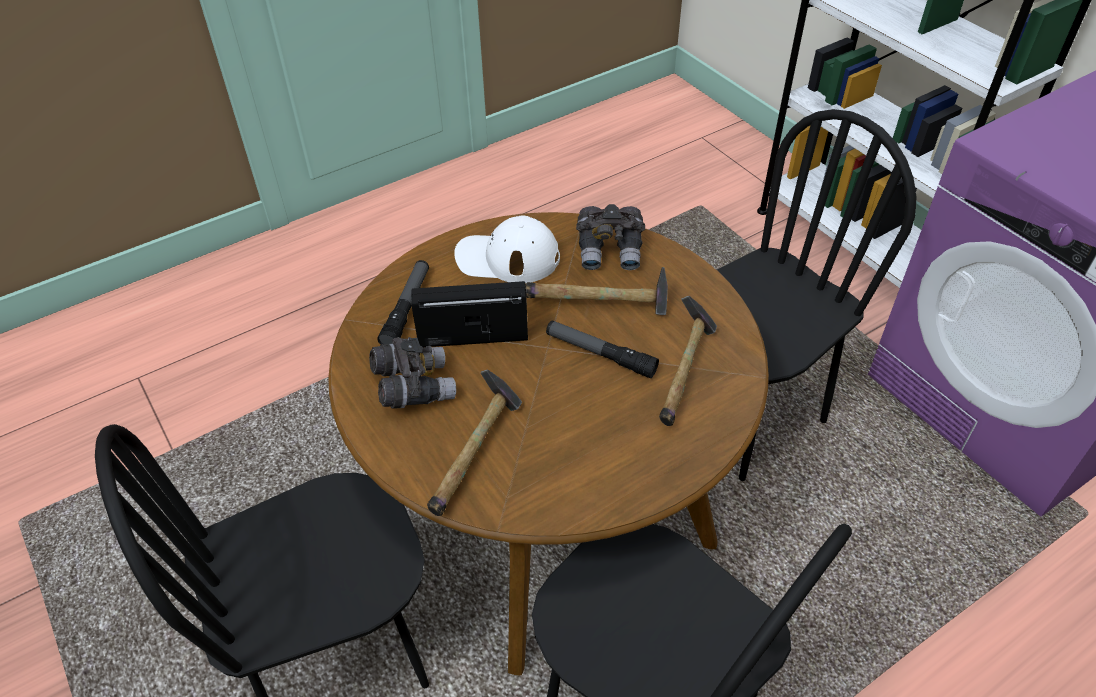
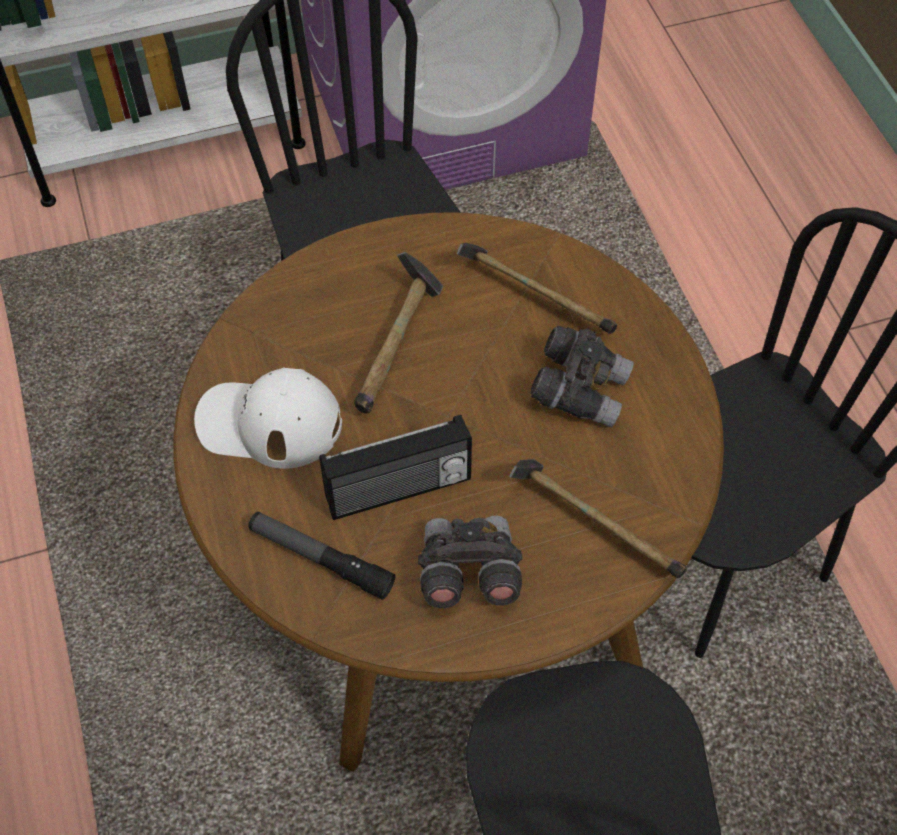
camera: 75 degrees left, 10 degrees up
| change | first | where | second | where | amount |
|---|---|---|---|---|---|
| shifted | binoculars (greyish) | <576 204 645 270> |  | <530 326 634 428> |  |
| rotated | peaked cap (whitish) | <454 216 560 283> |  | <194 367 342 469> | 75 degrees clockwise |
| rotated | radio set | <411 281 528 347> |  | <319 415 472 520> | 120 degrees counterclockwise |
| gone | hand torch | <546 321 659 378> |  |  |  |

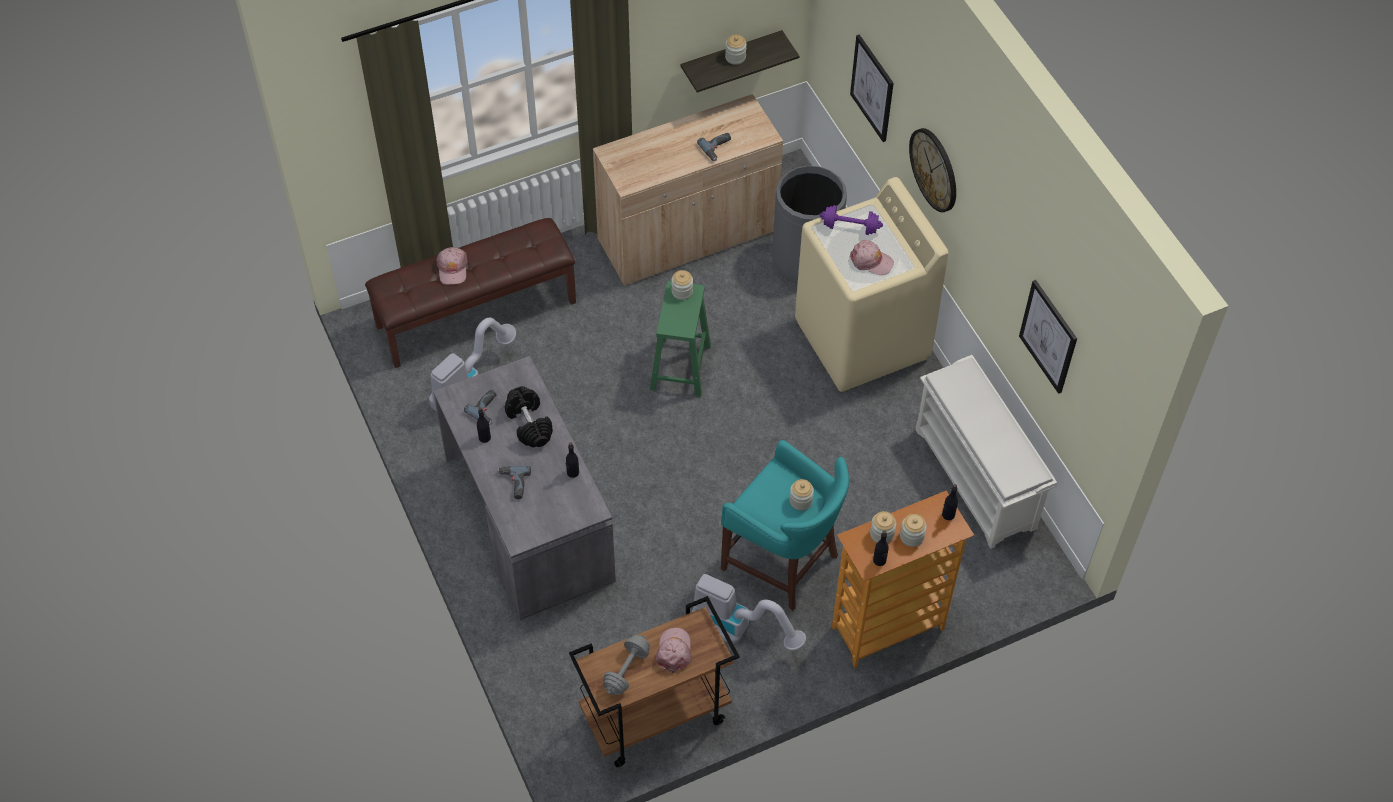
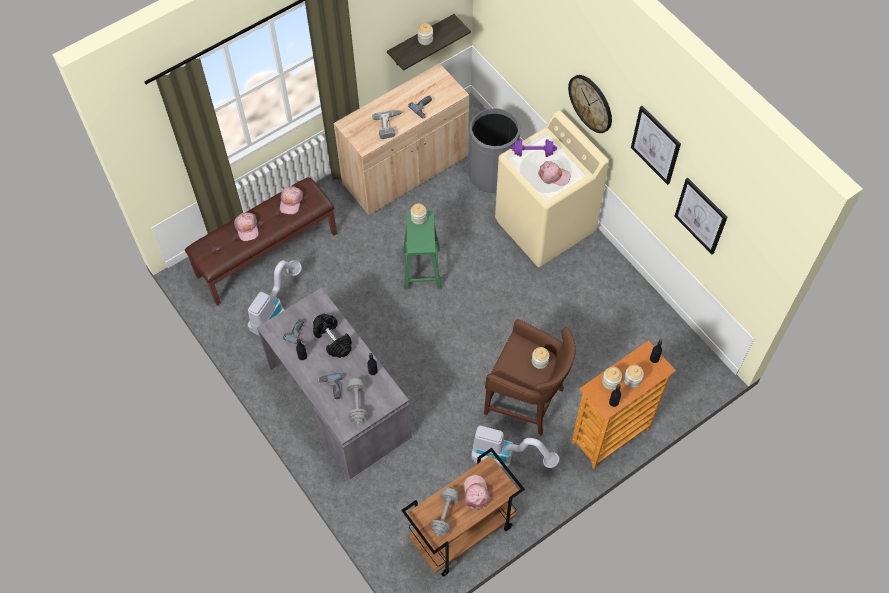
camera: 10 degrees left, 5 degrees up
| change | first | where | second | where | amount |
|---|---|---|---|---|---|
| shifted | wall art | <850 34 894 142> |  | <631 106 681 185> |  |
| gone | shoe stand (whitish) | <915 355 1057 549> |  |  |  |
| repainted | stool seat (turquoise) | <721 440 849 611> | stool seat (brown-coloured) | <484 319 576 436> |  |
| new |  |  | electric drill | <372 110 402 139> |  |
| new |  |  | peaked cap (pinkish) | <280 186 303 214> |  |
| new |  |  | hand weight (greyish) | <347 377 368 424> |  |

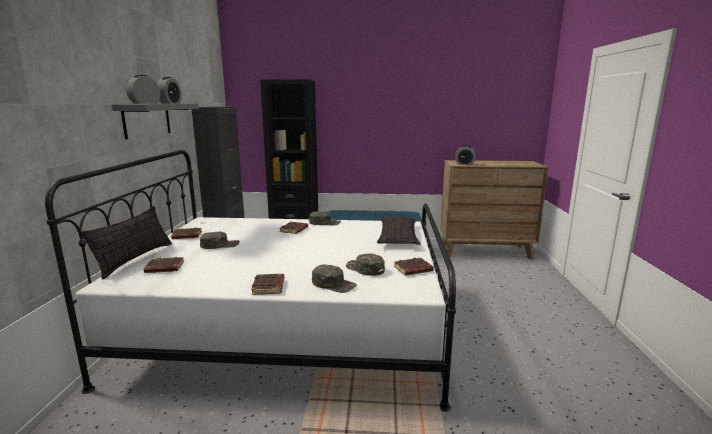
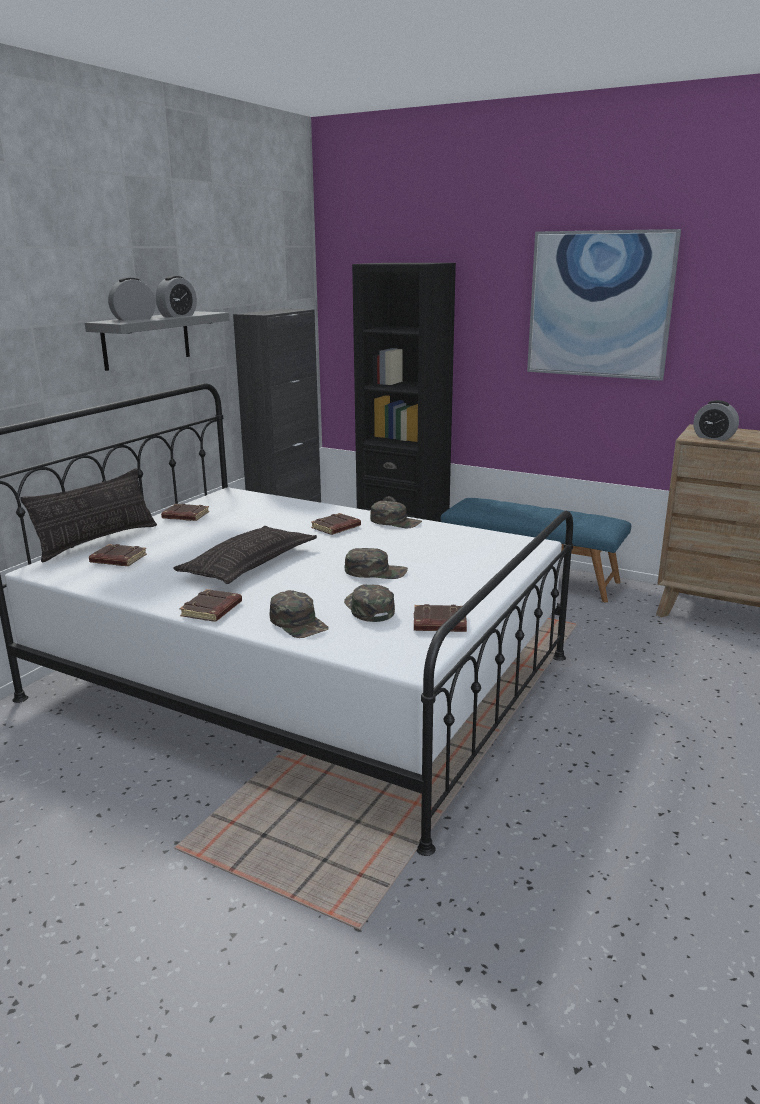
camera: 25 degrees right, 5 degrees up
| change | first | where | second | where | amount |
|---|---|---|---|---|---|
| shifted | pillow | <377 217 420 245> |  | <173 526 317 584> |  |
| shifted | peaked cap (greenish) | <200 232 240 249> |  | <345 548 408 579> |  |
| new |  |  | wall art | <527 229 681 381> |  |

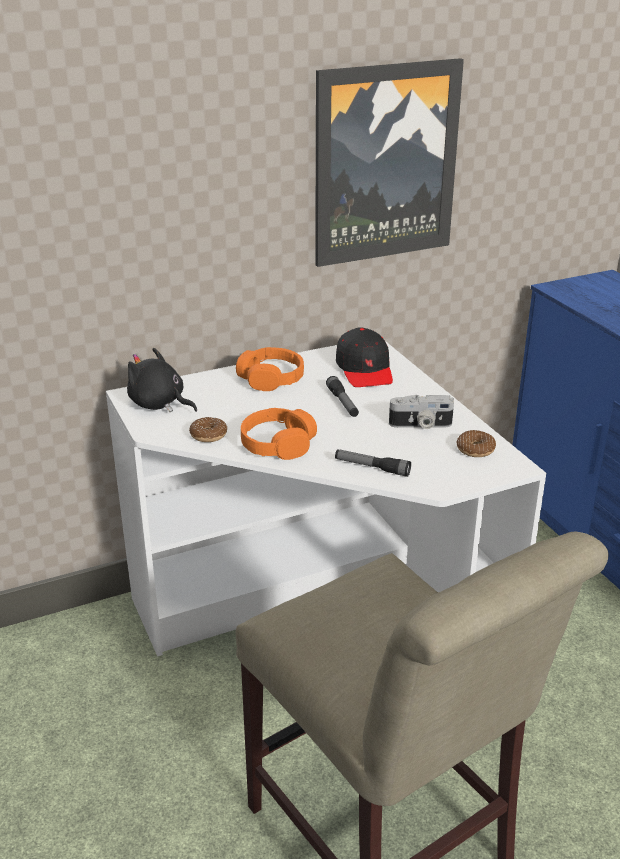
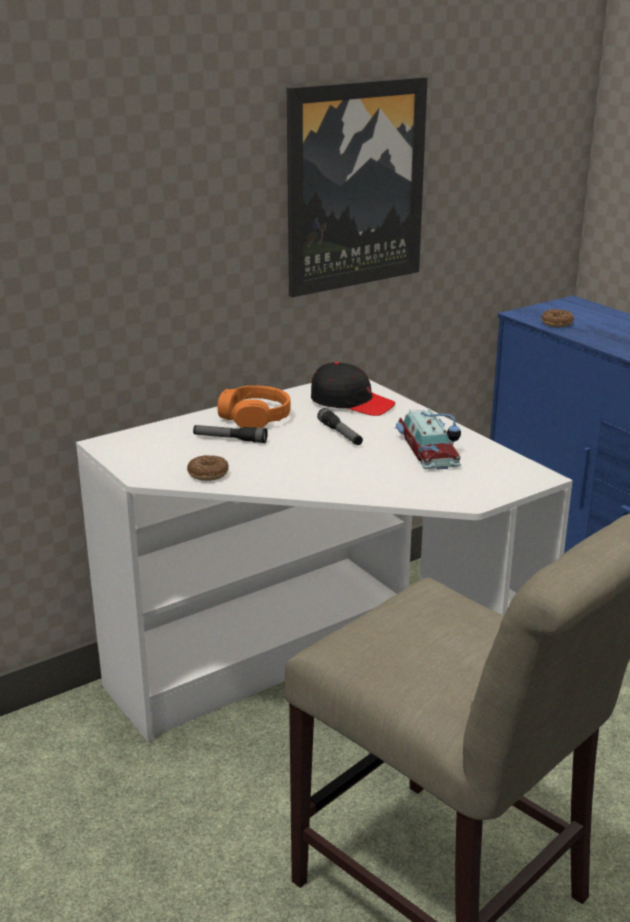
camera: 10 degrees left, 5 degrees down
| change | first | where | second | where | amount |
|---|---|---|---|---|---|
| rotated | peaked cap (blackish) | <336 327 393 387> |  | <311 362 395 416> | 45 degrees counterclockwise |
| gone | plush toy (blackish) | <127 348 197 412> |  |  |  |
| swapped | still camera | <389 395 454 429> | toy car | <394 408 461 470> |  |
| gone | headphones (orangey) | <241 408 317 460> |  |  |  |
| shifted | doughnut | <456 430 496 457> |  | <541 309 574 327> |  |
| shifted | hand torch | <335 449 411 477> |  | <193 425 268 443> |  |

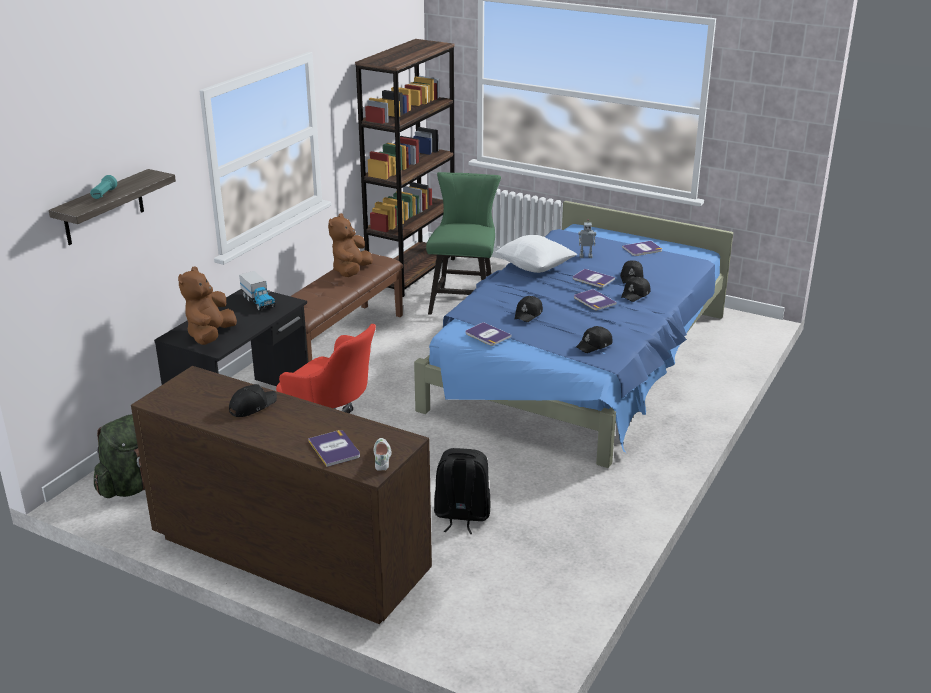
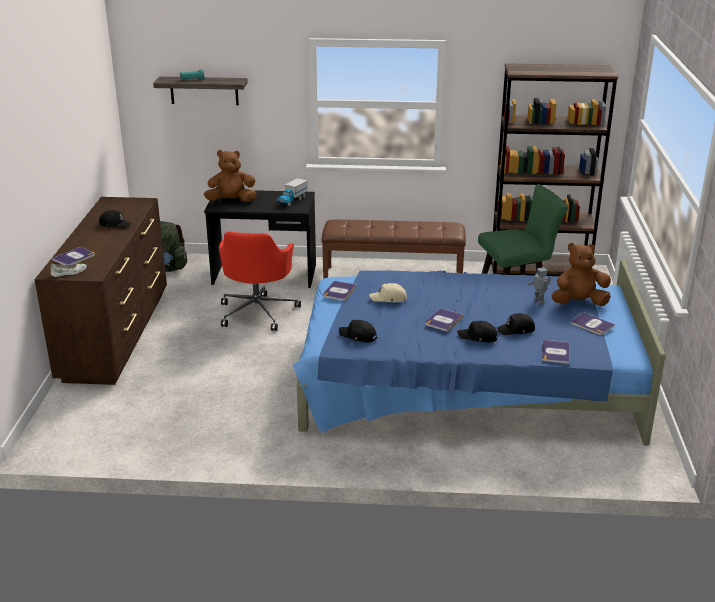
camera: 65 degrees right, 0 degrees up
| change | first | where | second | where | amount |
|---|---|---|---|---|---|
| shifted | plush toy (brown-coloured) | <328 213 373 277> |  | <552 243 611 306> |  |
| gone | pillow (whitish) | <496 235 577 273> |  |  |  |
| shifted | volume | <573 269 615 288> |  | <542 340 570 364> |  |
| repainted | peaked cap (blackish) | <515 296 543 322> | peaked cap (sand-coloured) | <369 283 407 302> |  |
| gone | rucksack (blackish) | <434 448 490 534> |  |  |  |

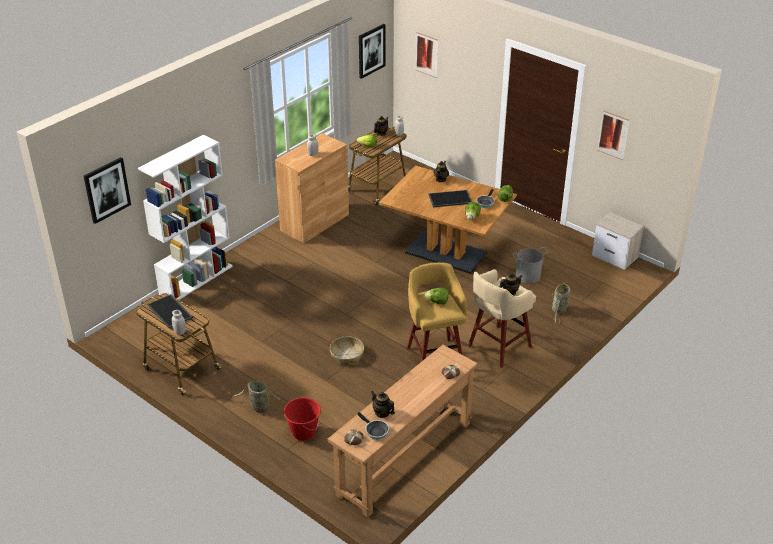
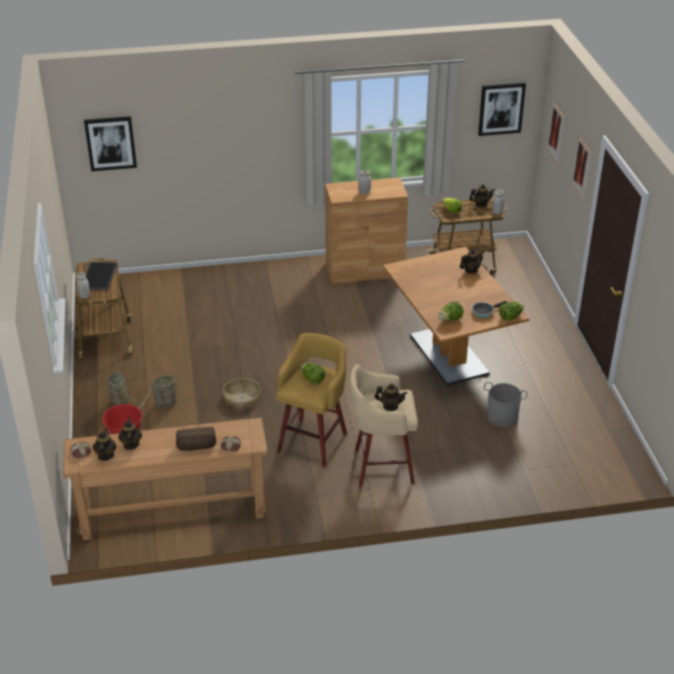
camera: 40 degrees right, 0 degrees up
| change | first | where | second | where | amount |
|---|---|---|---|---|---|
| shifted | wall art | <597 110 630 160> |  | <572 137 592 200> |  |
| gone | bookcase (whitish) | <138 135 233 300> |  |  |  |
| gone | serving tray | <428 190 472 207> |  |  |  |
| gone | night table | <592 212 644 270> |  |  |  |
| shifted | basket | <551 282 571 324> |  | <139 375 186 415> |  |
| swapped | frying pan | <357 412 389 439> | tea pot | <93 428 117 461> |  |
| new |  |  | bread | <176 426 216 451> |  |

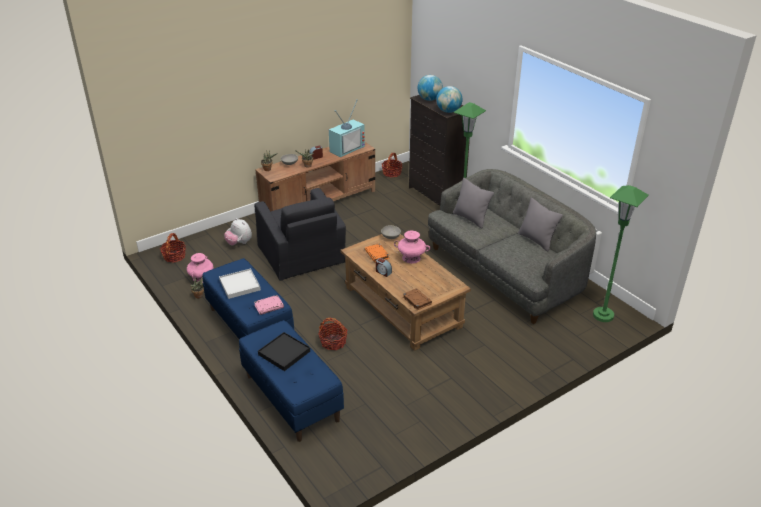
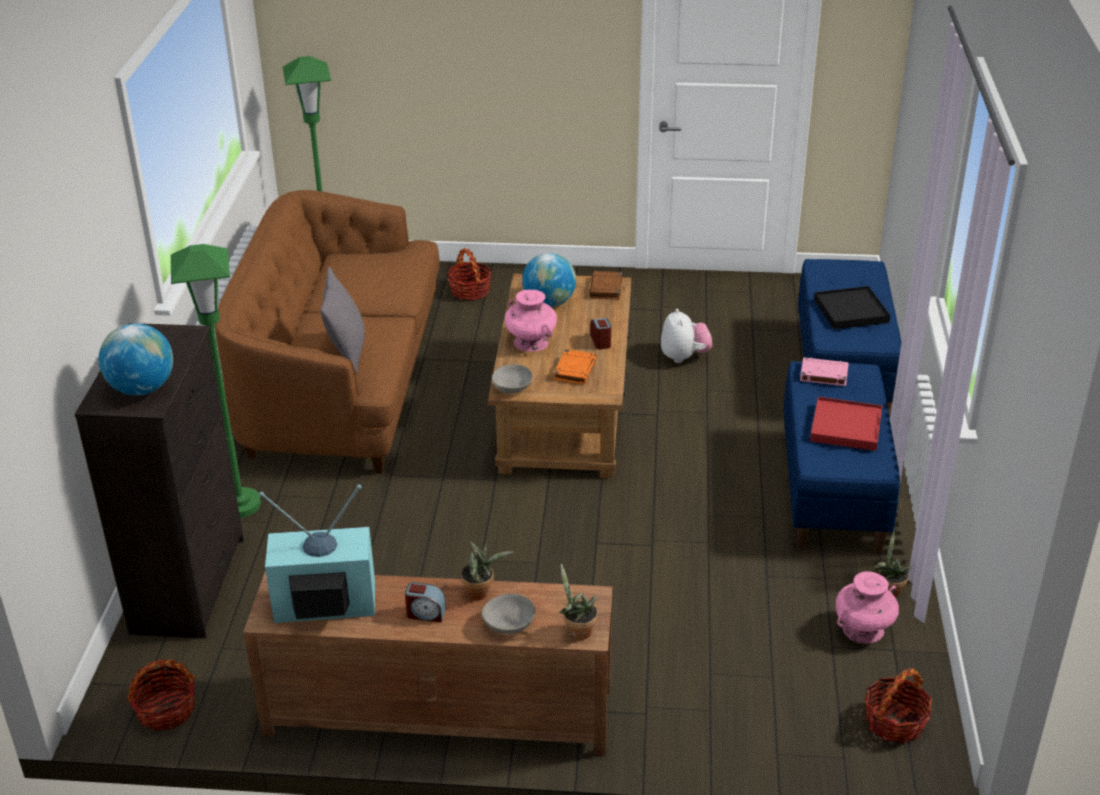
camera: 140 degrees left, 0 degrees up
| change | first | where | second | where | amount |
|---|---|---|---|---|---|
| shifted | desk globe | <436 86 463 113> |  | <522 253 576 307> |  |
| repainted | sofa (greyish) | <428 169 596 324> | sofa (brown-coloured) | <215 190 439 474> |  |
| gone | lounge chair (blackish) | <255 188 346 281> |  |  |  |
| gone | pillow (greyish) | <518 197 563 251> |  |  |  |
| shifted | plush toy | <224 218 252 245> |  | <661 308 712 363> |  |
| repainted | serving tray (whitish) | <219 268 261 299> | serving tray (reddish) | <810 397 882 451> |  |
| shifted | basket | <318 318 347 350> |  | <447 248 492 301> |  |

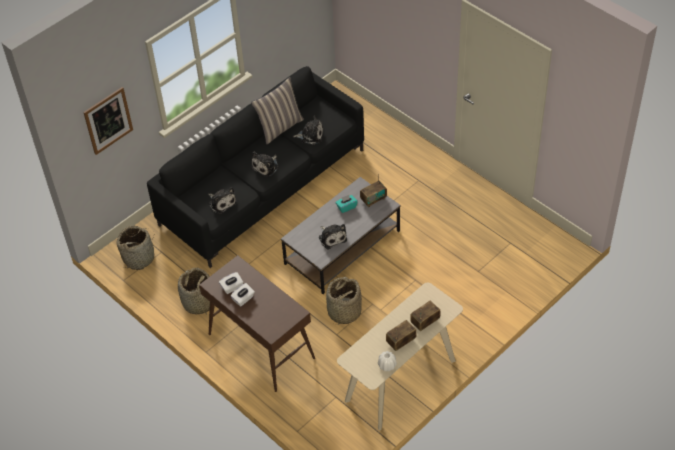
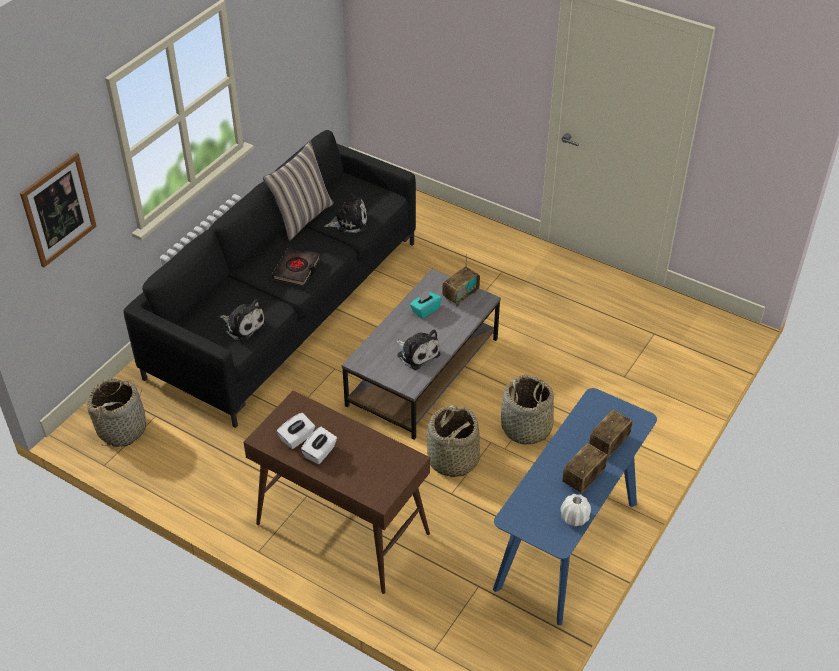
camera: 15 degrees left, 5 degrees down
| change | first | where | second | where | amount |
|---|---|---|---|---|---|
| swapped | plush toy | <251 152 278 177> | volume (blackish) | <271 247 320 286> |  |
| shifted | basket | <178 267 210 315> |  | <501 375 554 445> |  |
| repainted | console table (sand-coloured) | <337 283 463 430> | console table (blue-coloured) | <493 388 657 625> |  |

